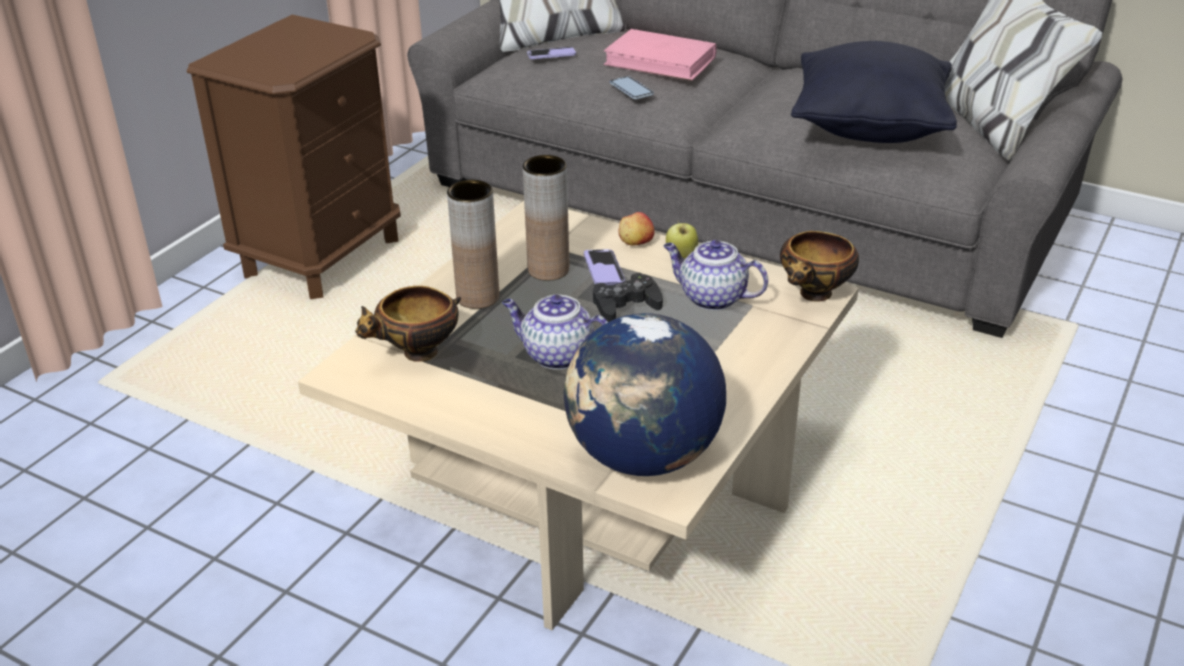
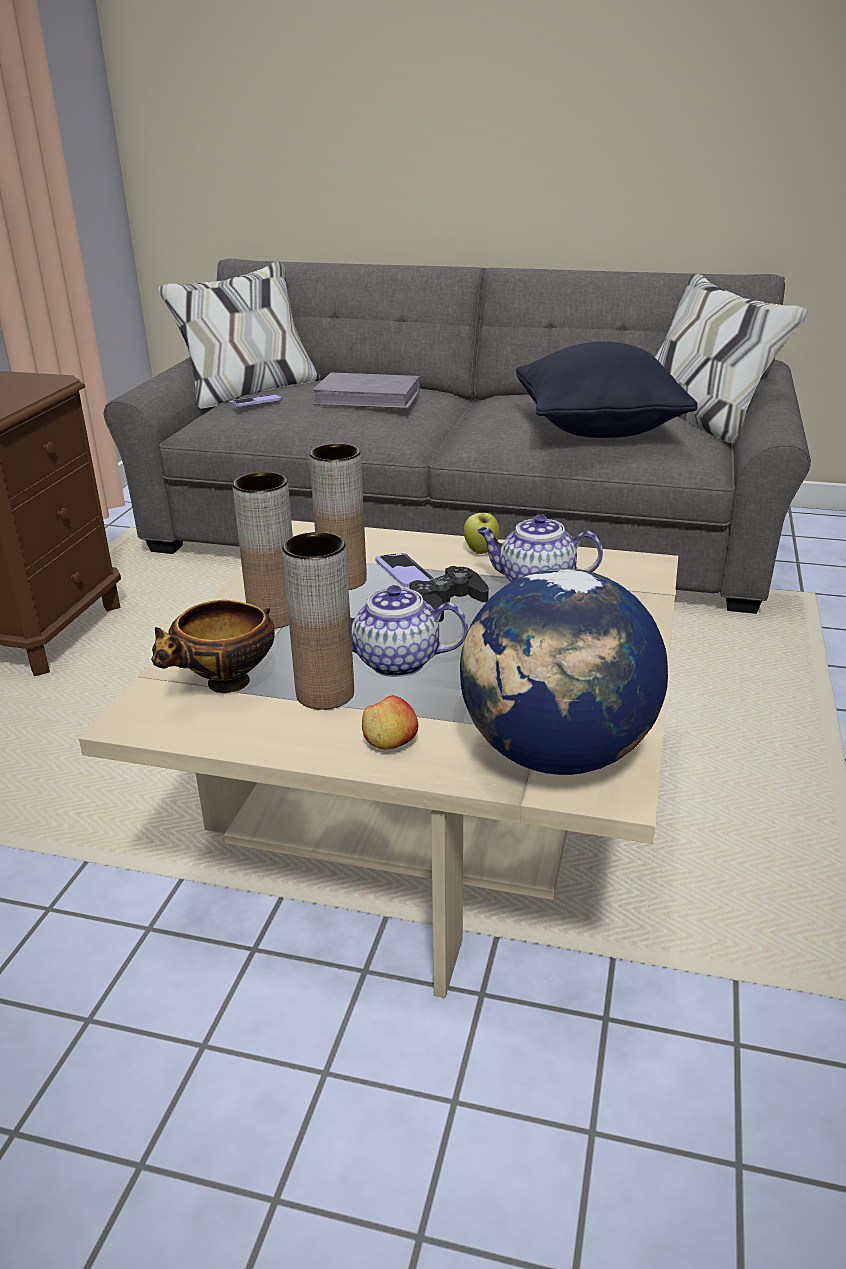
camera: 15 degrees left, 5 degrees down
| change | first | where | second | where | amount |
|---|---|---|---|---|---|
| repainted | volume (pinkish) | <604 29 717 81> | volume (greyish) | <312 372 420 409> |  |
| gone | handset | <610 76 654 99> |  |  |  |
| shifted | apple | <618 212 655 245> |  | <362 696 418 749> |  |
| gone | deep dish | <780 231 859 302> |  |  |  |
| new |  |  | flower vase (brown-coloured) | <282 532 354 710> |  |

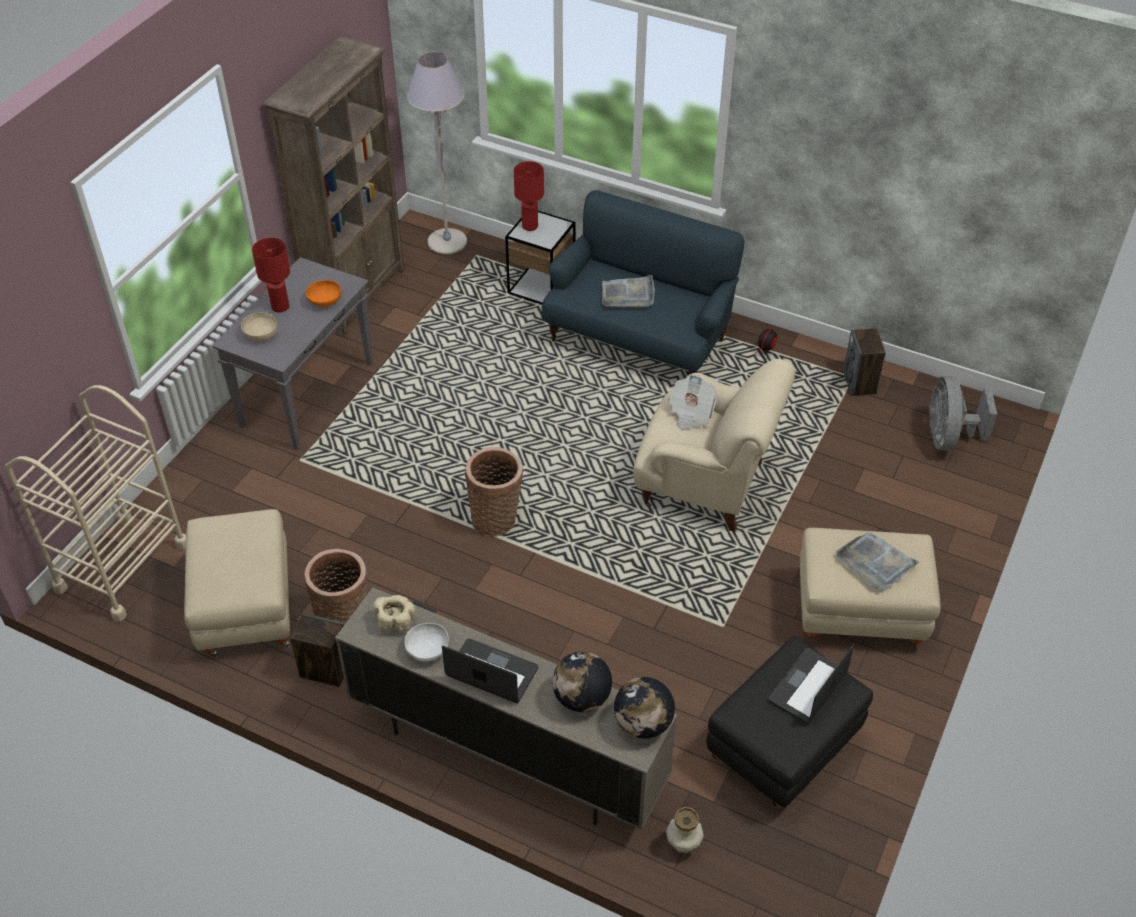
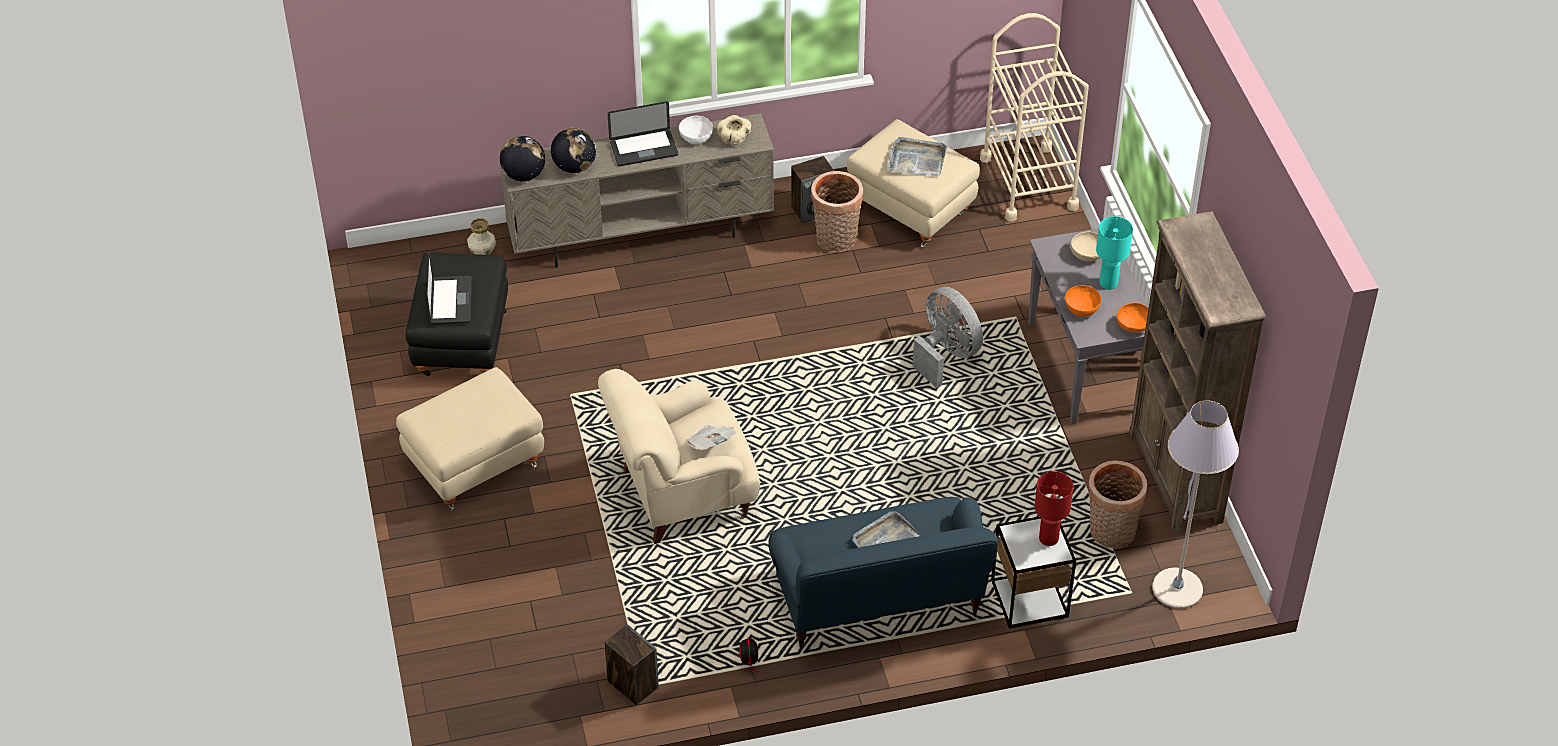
camera: 140 degrees right, 0 degrees up
| change | first | where | second | where | amount |
|---|---|---|---|---|---|
| repainted | lamp for a table (reddish) | <252 238 290 313> | lamp for a table (turquoise) | <1096 216 1133 290> |  |
| shifted | fan (greyish) | <929 376 997 451> |  | <913 287 983 388> |  |
| shifted | basket | <465 447 523 537> |  | <1088 461 1147 549> |  |
| shifted | serving tray (greyish) | <836 532 919 589> |  | <888 137 947 176> |  |
| new |  |  | deep dish (orangey) | <1117 303 1149 332> |  |

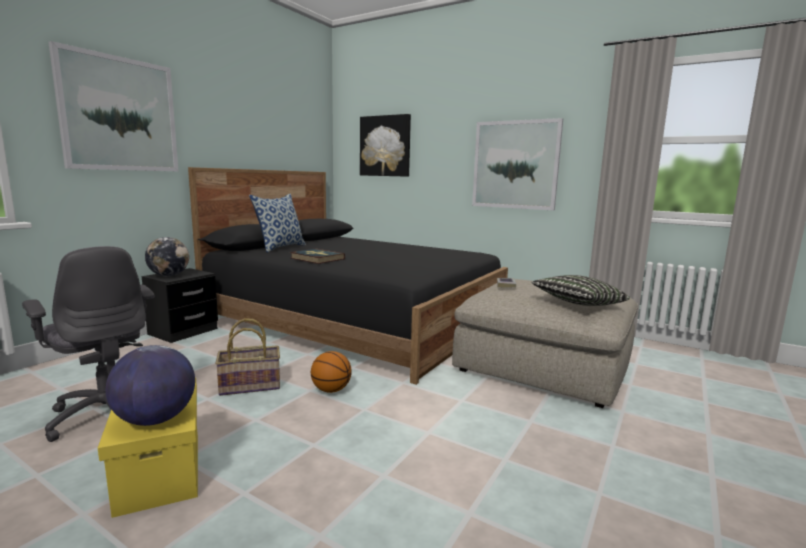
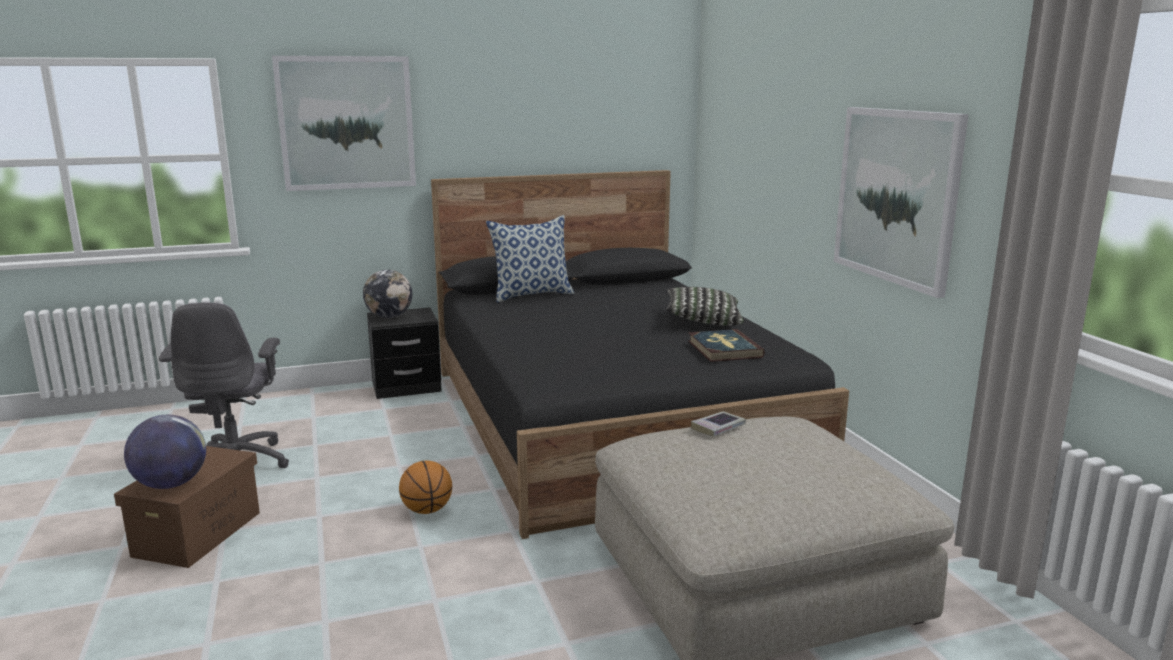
camera: 40 degrees right, 5 degrees up
| change | first | where | second | where | amount |
|---|---|---|---|---|---|
| gone | wall art | <360 114 411 177> |  |  |  |
| shifted | volume | <290 249 345 264> |  | <688 329 765 362> |  |
| shifted | pillow | <531 275 630 306> |  | <667 287 744 326> |  |
| gone | basket | <215 318 280 396> |  |  |  |
| repainted | storage box (yellowish) | <98 378 198 518> | storage box (brown-coloured) | <114 446 260 568> |  |

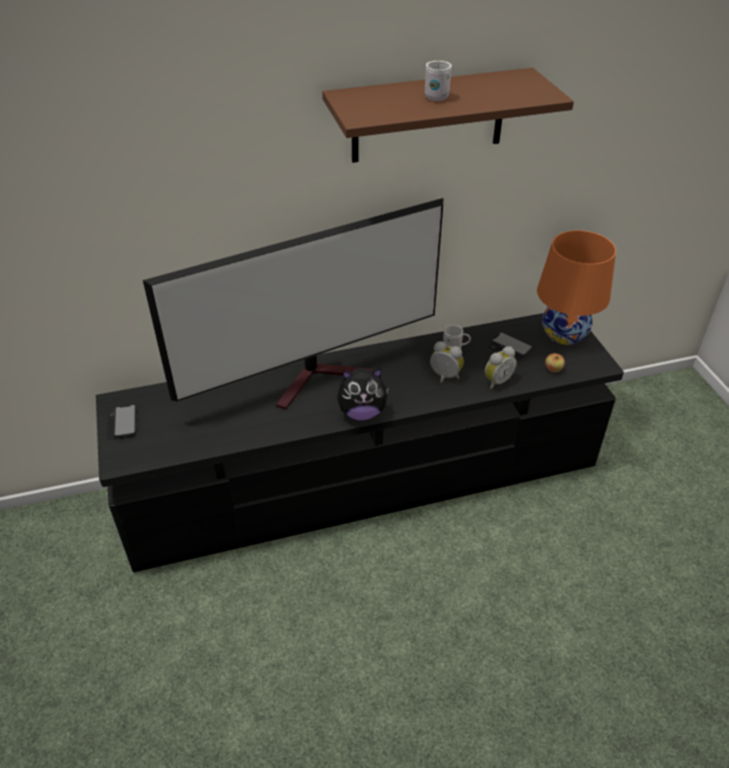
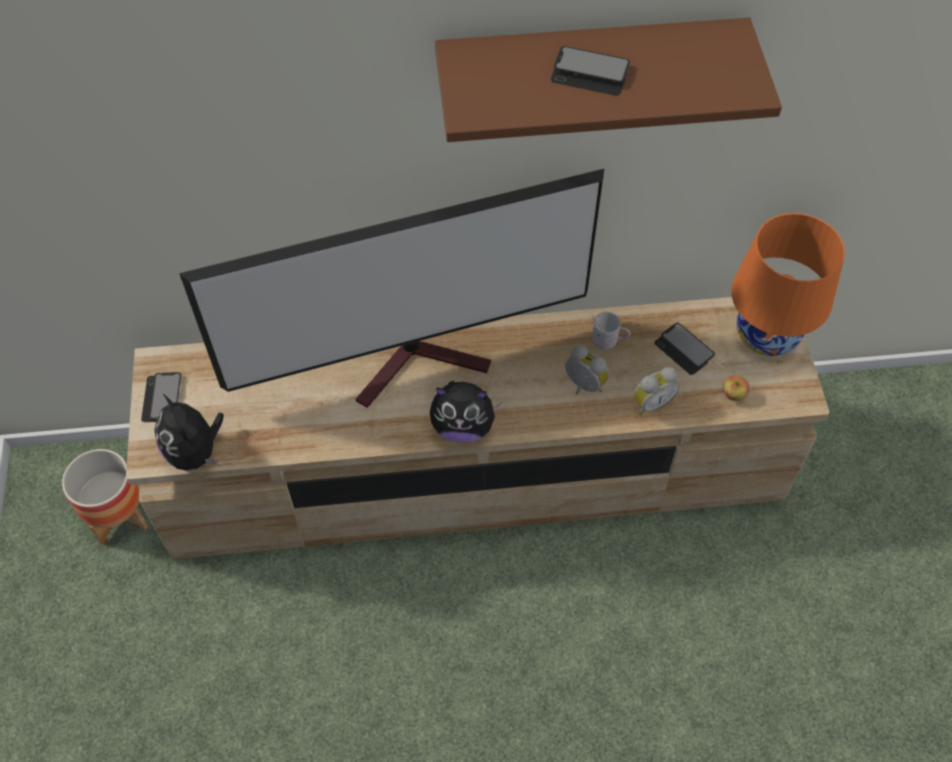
camera: 10 degrees right, 15 degrees up
| change | first | where | second | where | amount |
|---|---|---|---|---|---|
| swapped | mug (whitish) | <425 61 452 101> | handset | <551 46 630 96> |  |
| repainted | tv unit (blackish) | <96 313 624 572> | tv unit (sand-coloured) | <126 297 829 559> |  |
| new |  |  | plush toy | <154 394 224 471> |  |
| new |  |  | flower pot | <62 449 148 545> |  |

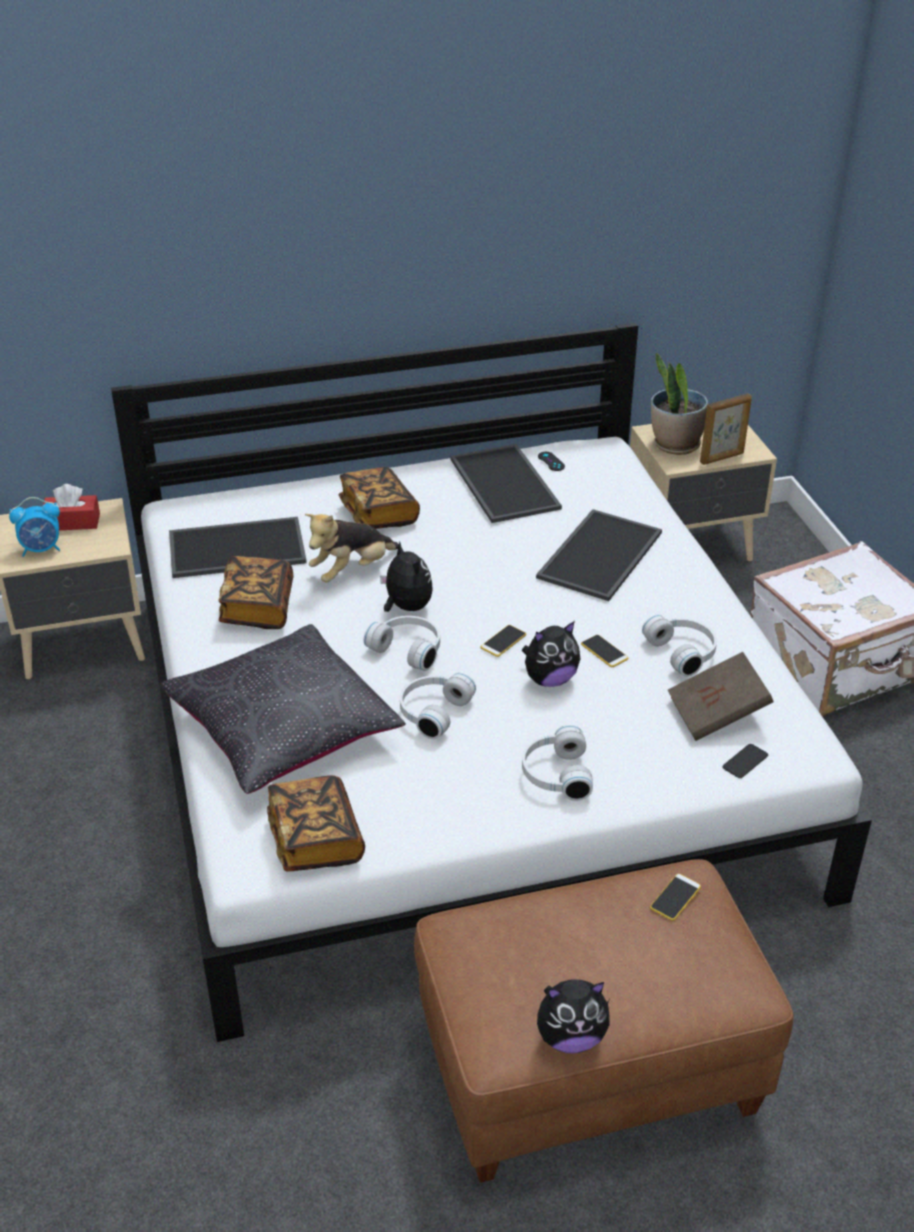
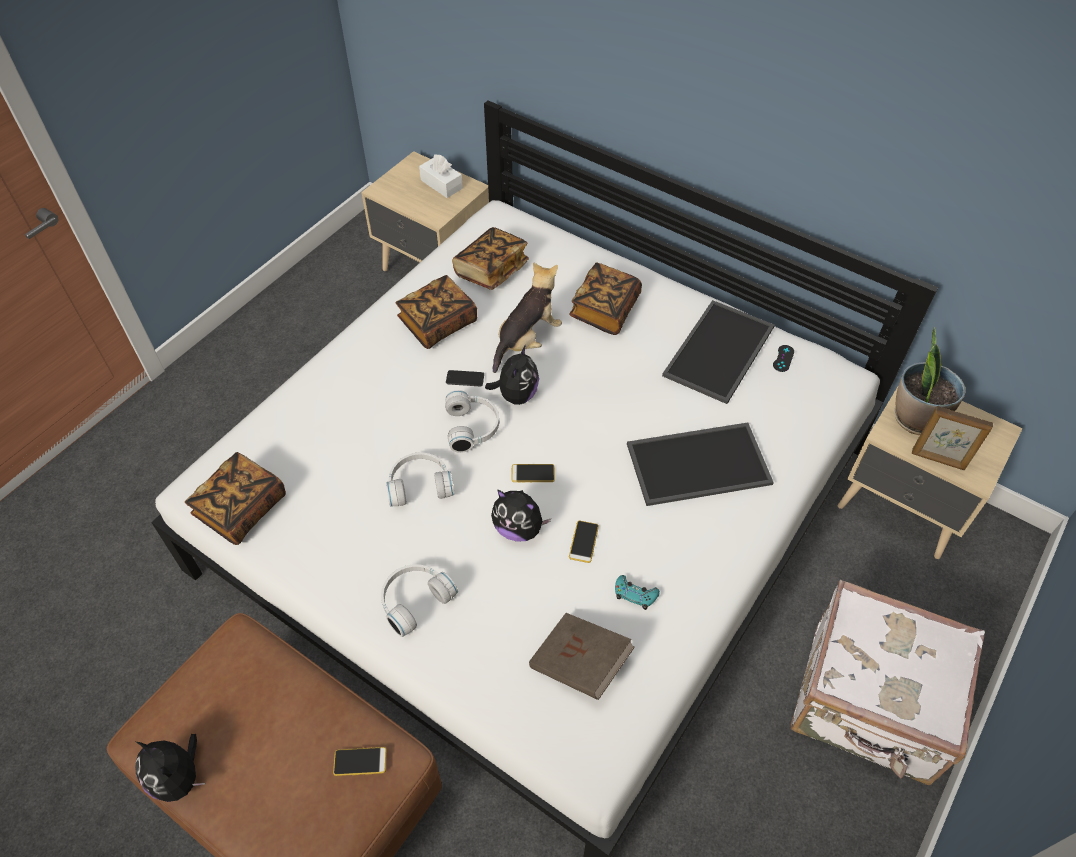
camera: 50 degrees right, 15 degrees up
| change | first | where | second | where | amount |
|---|---|---|---|---|---|
| repainted | box of tissues (reddish) | <43 484 100 530> | box of tissues (whitish) | <419 154 463 198> |  |
| gone | table clock | <9 497 60 557> |  |  |  |
| rotated | plush toy | <305 514 399 583> |  | <493 262 562 373> | 120 degrees clockwise |
| swapped | serving tray | <169 517 307 578> | volume | <452 227 529 290> |  |
| swapped | headphones (whitish) | <642 615 717 677> | game controller (turquoise) | <615 575 660 610> |  |
| gone | pillow (blackish) | <161 624 406 794> |  |  |  |
| shifted | handset | <722 744 768 778> |  | <446 370 484 386> |  |

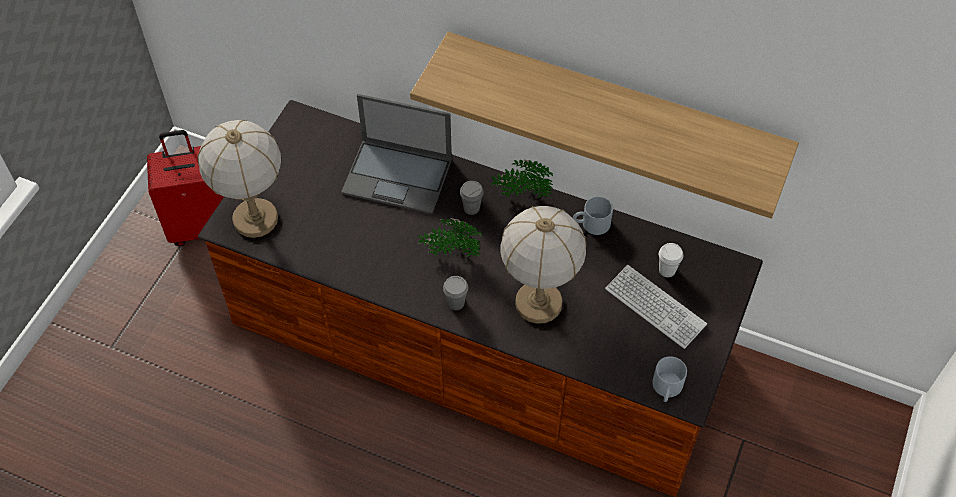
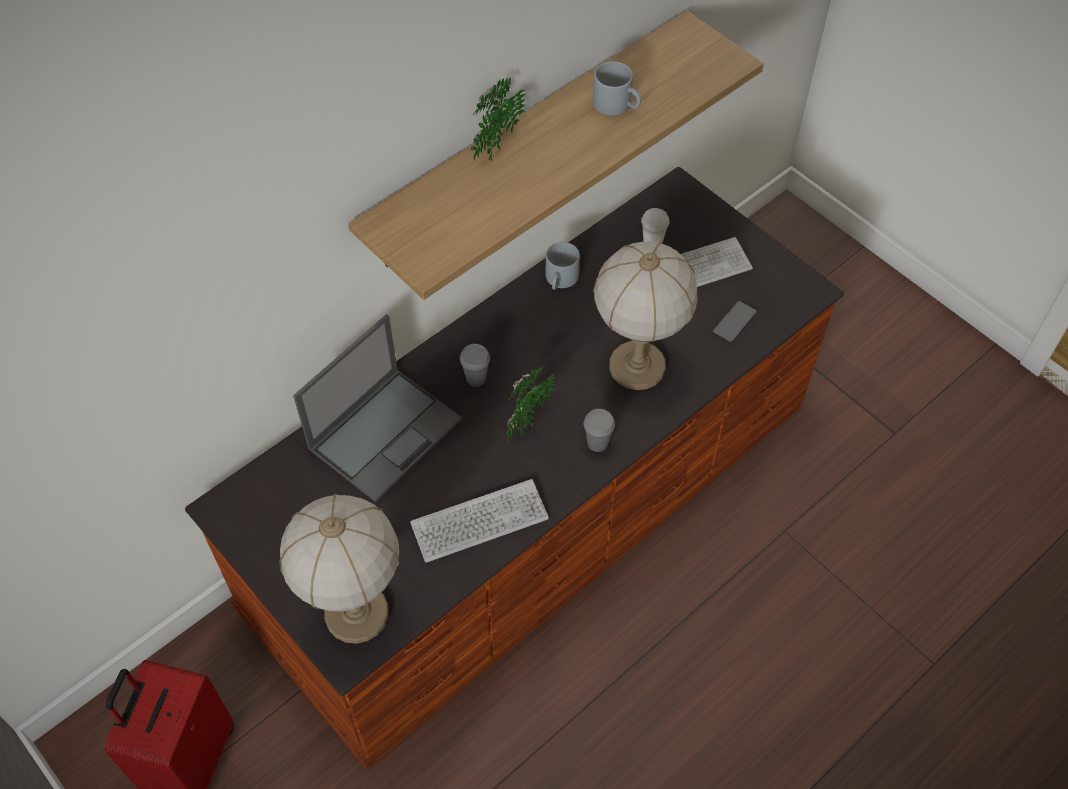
camera: 65 degrees left, 0 degrees up
| change | first | where | second | where | amount |
|---|---|---|---|---|---|
| shifted | houseplant | <491 160 553 198> |  | <471 77 526 162> |  |
| shifted | mug (greyish) | <652 356 687 402> |  | <593 61 641 115> |  |
| new |  |  | handset | <712 301 757 343> |  |
| new |  |  | PC keyboard | <410 479 549 563> |  |

